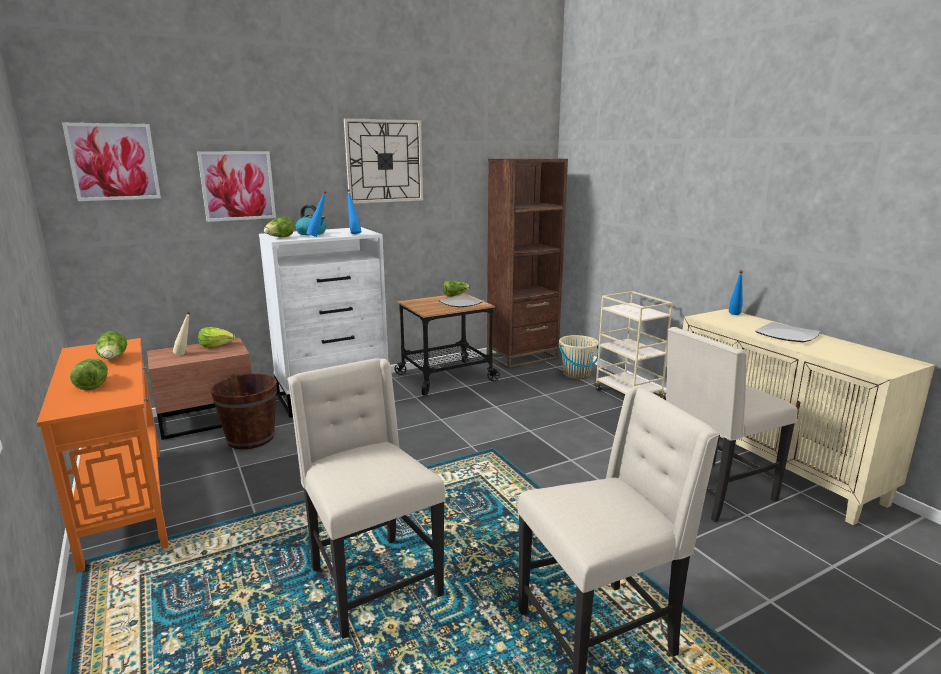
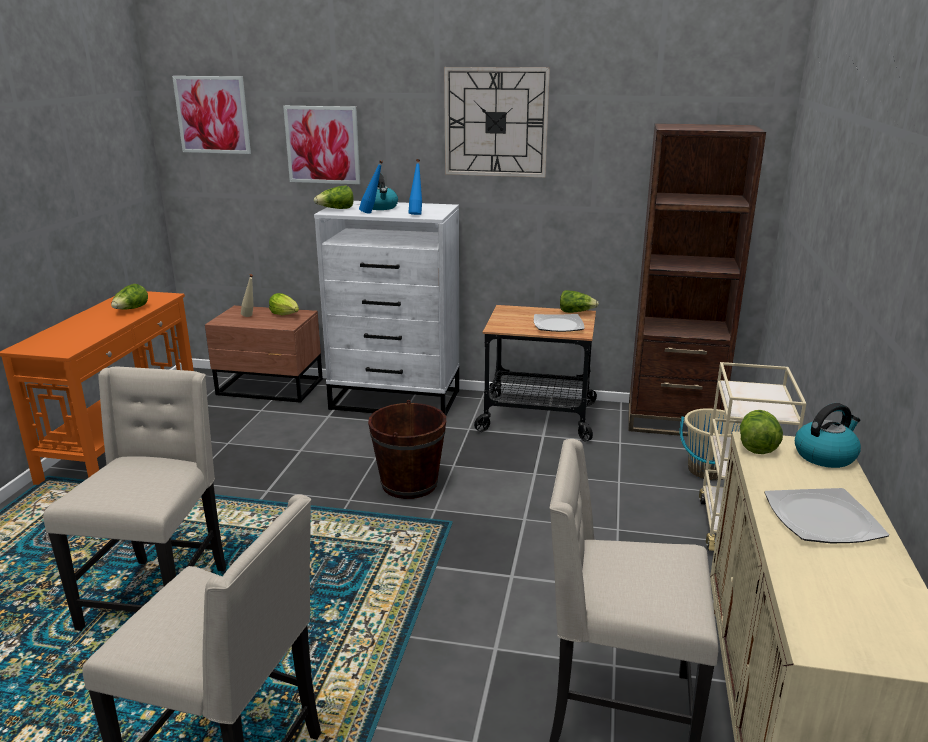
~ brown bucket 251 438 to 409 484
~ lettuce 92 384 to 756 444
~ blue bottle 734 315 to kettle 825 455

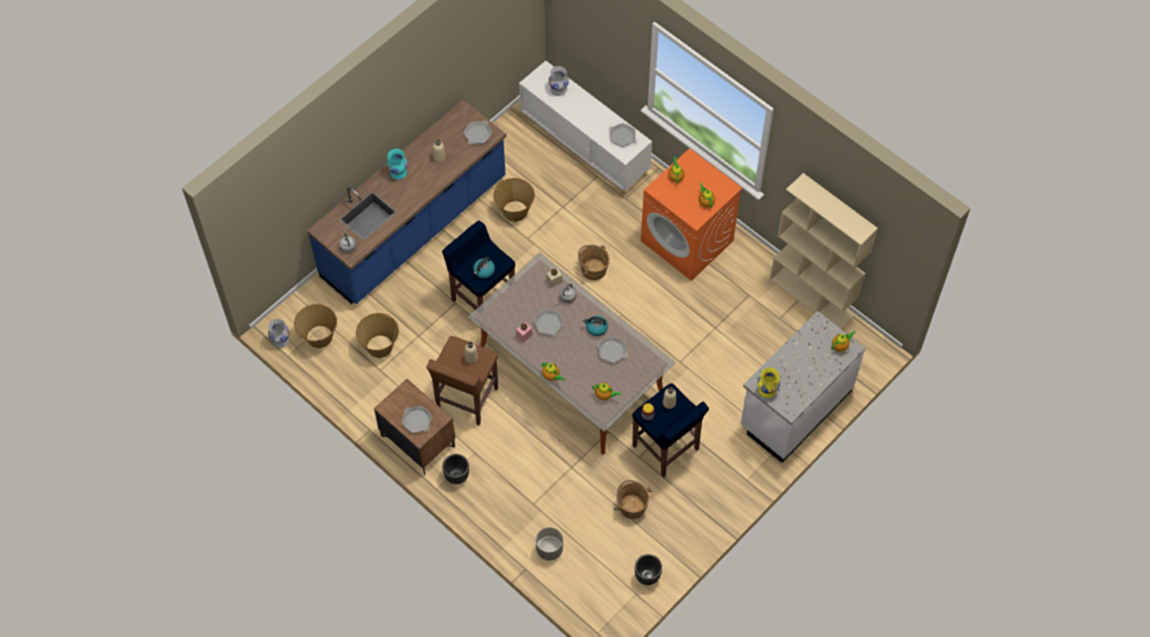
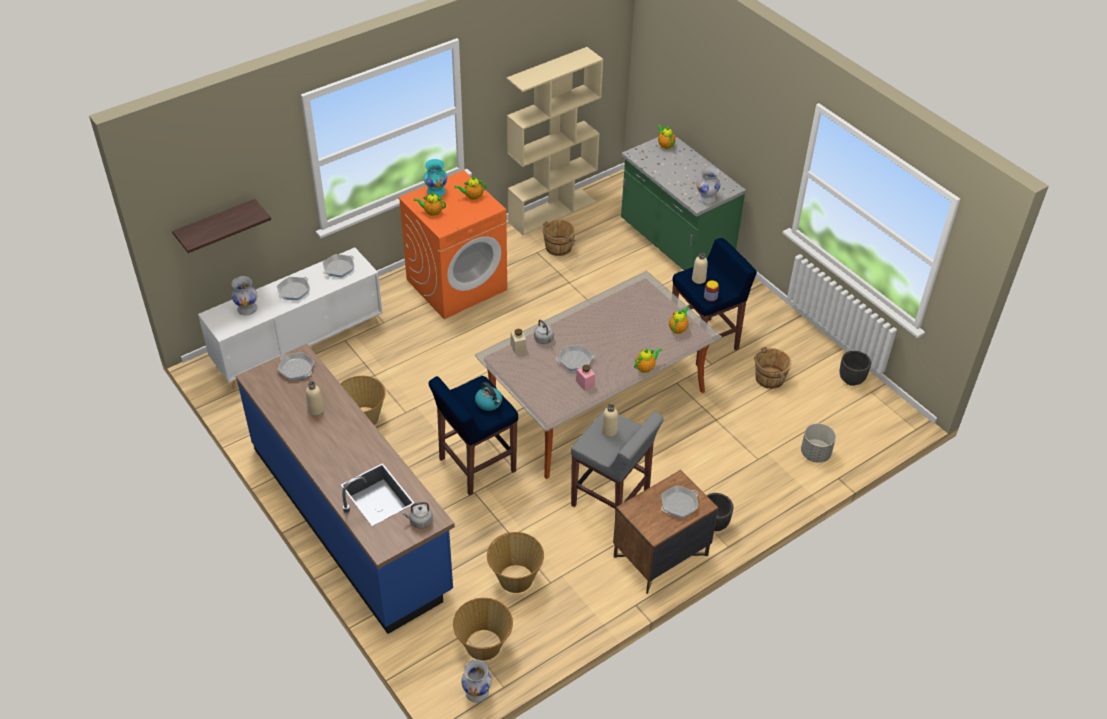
+ shelf 216 226
~ frying pan 612 351 to 294 291
~ turquoise vase 399 173 to 436 191
~ brown bucket 593 269 to 558 248
~ brown stool 466 399 to grey stool 611 500
~ white counter 794 408 to green counter 674 245
~ yellow vase 767 390 to white vase 706 198
- kettle 596 328

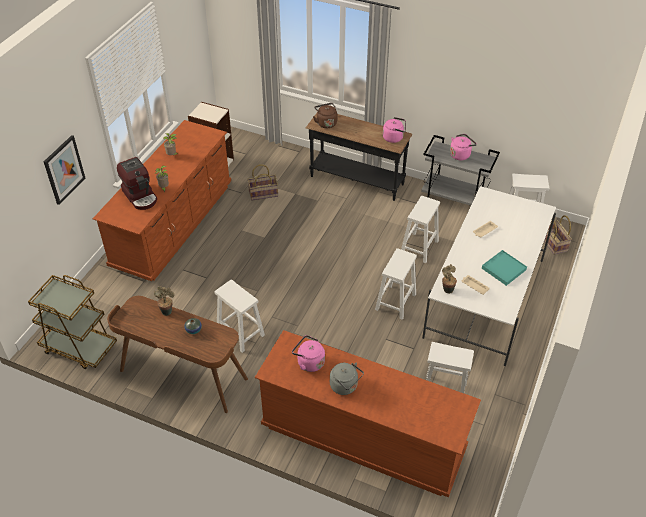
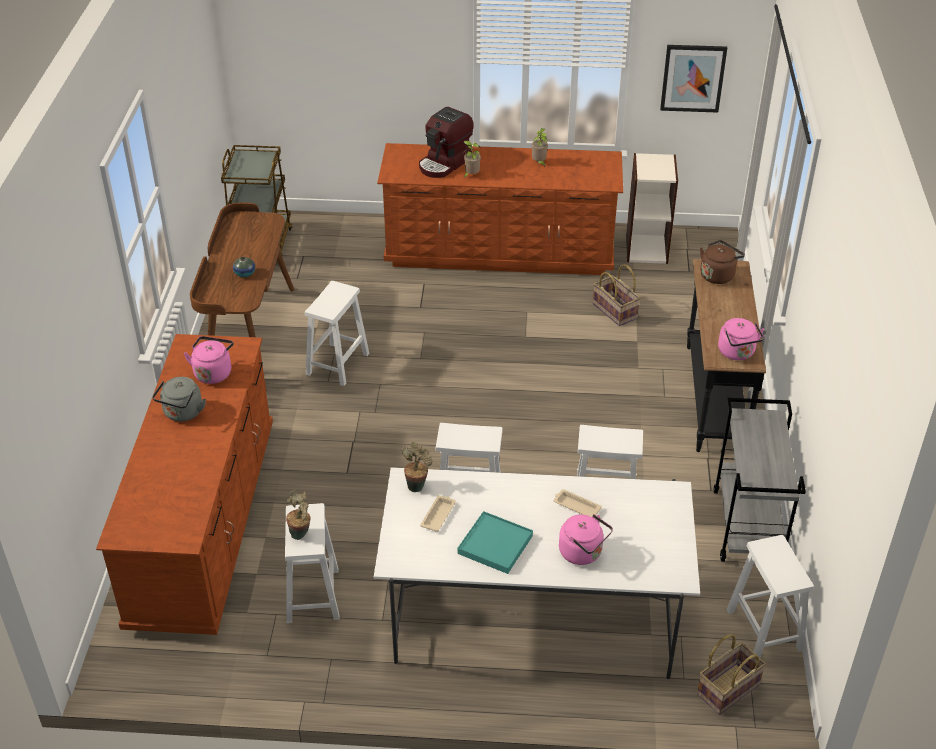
~ potted plant 167 310 to 301 533
~ pink kettle 460 154 to 583 553
~ picture 64 169 to 693 78

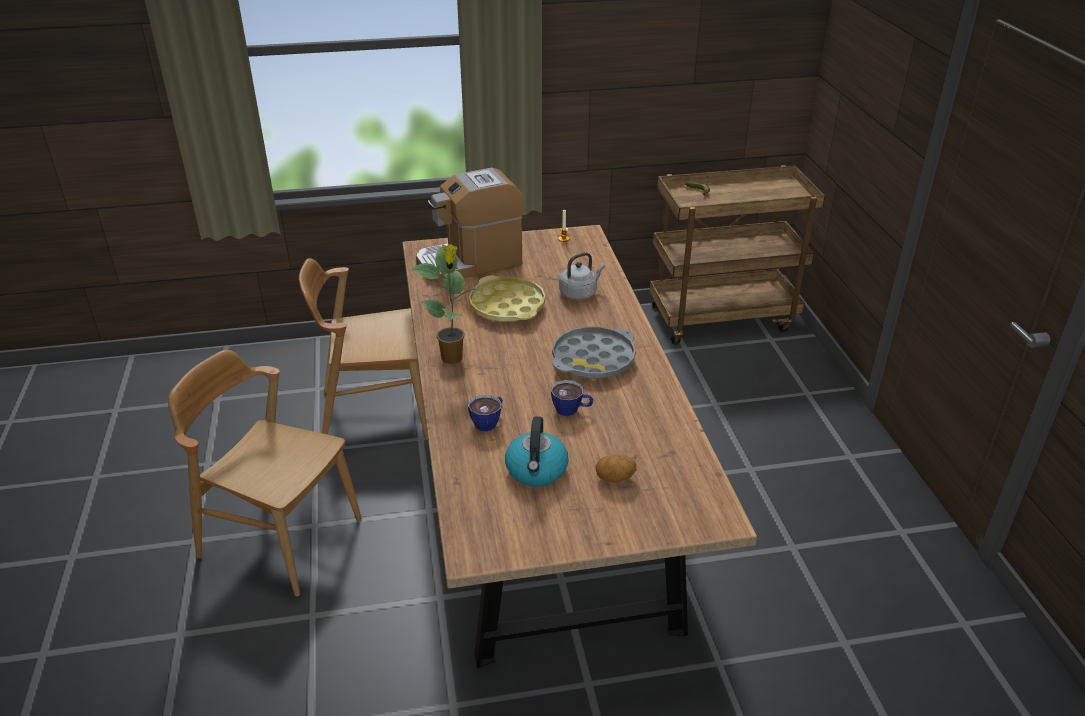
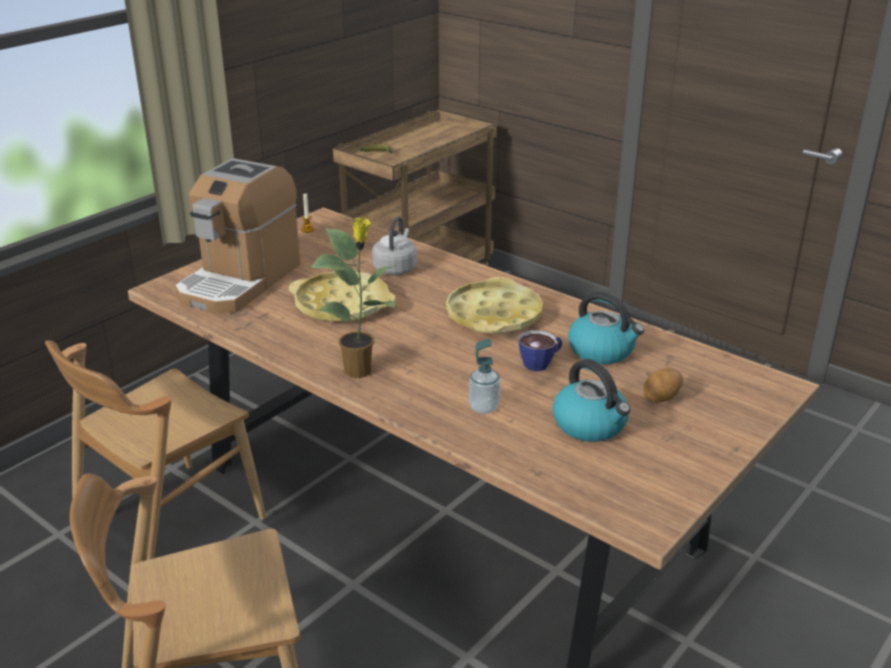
~ grey tray 593 359 to yellow tray 494 315
~ cup 489 421 to soap dispenser 484 407
+ kettle 602 351

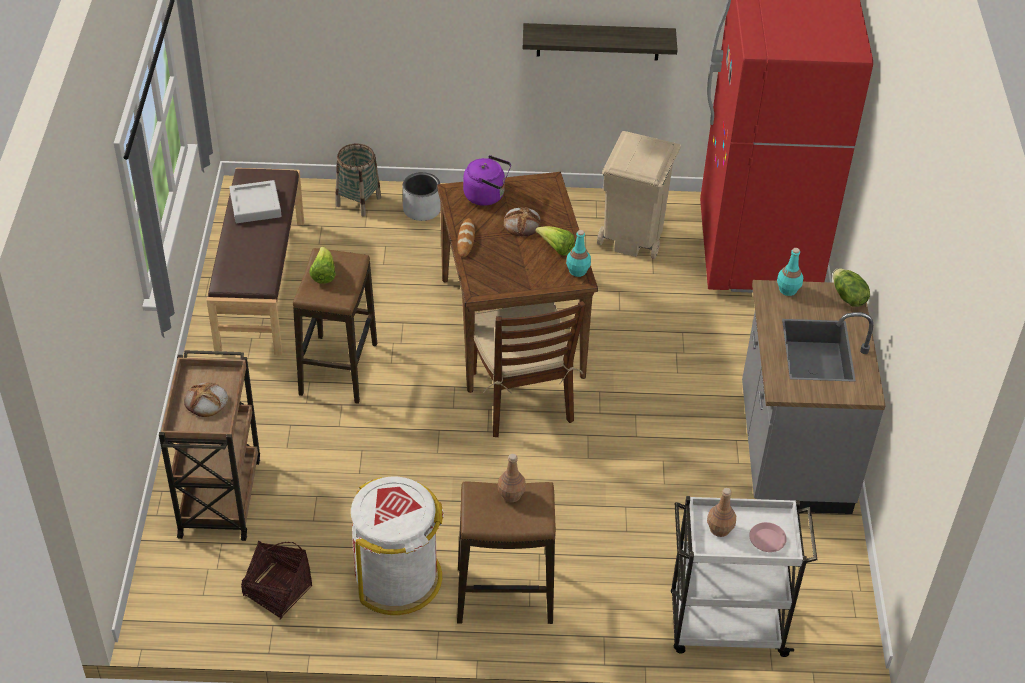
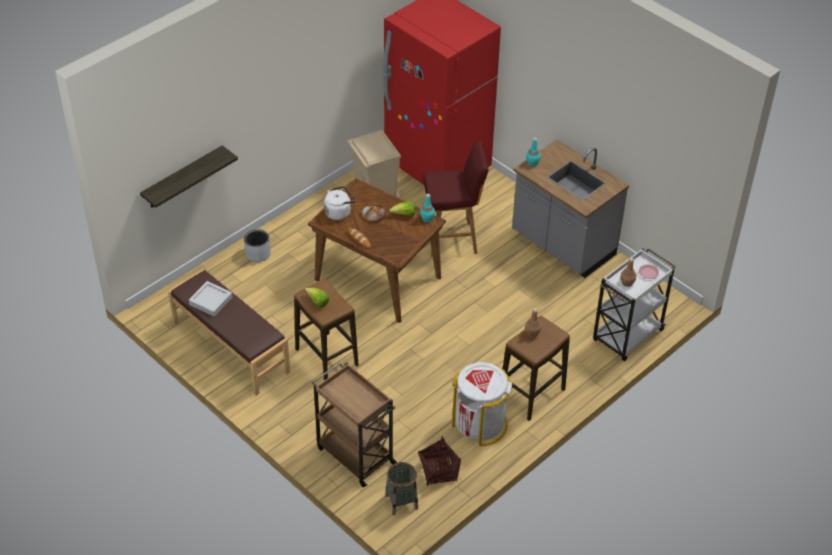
~ shelf 598 41 to 183 178
~ purple kettle 487 195 to white kettle 339 212
~ basket 358 201 to 401 502
+ red stool 452 239
- bread 206 402
- brown chair 521 397
- lettuce 847 297

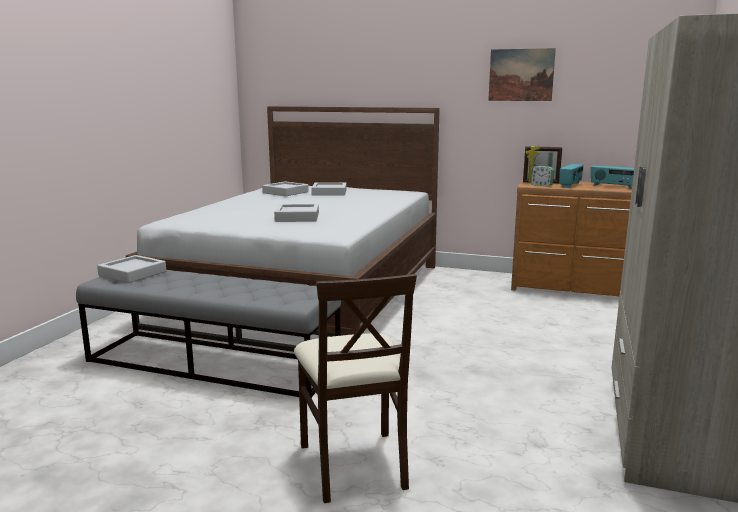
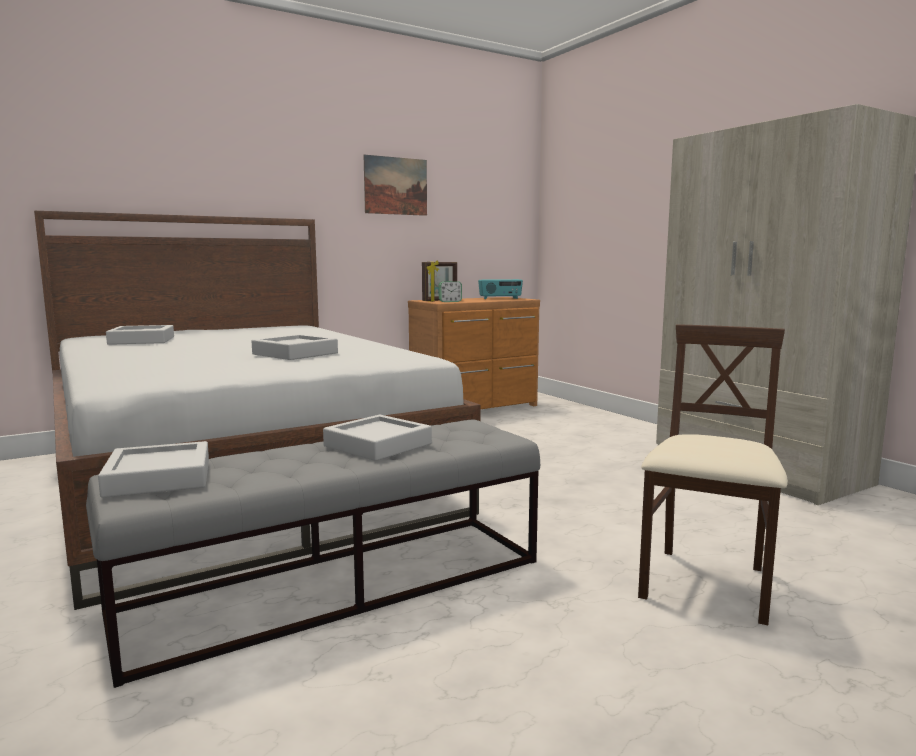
~ grey tray 329 192 to 378 445
~ beige chair 354 464 = 706 584 90 degrees counterclockwise
- radio 570 185

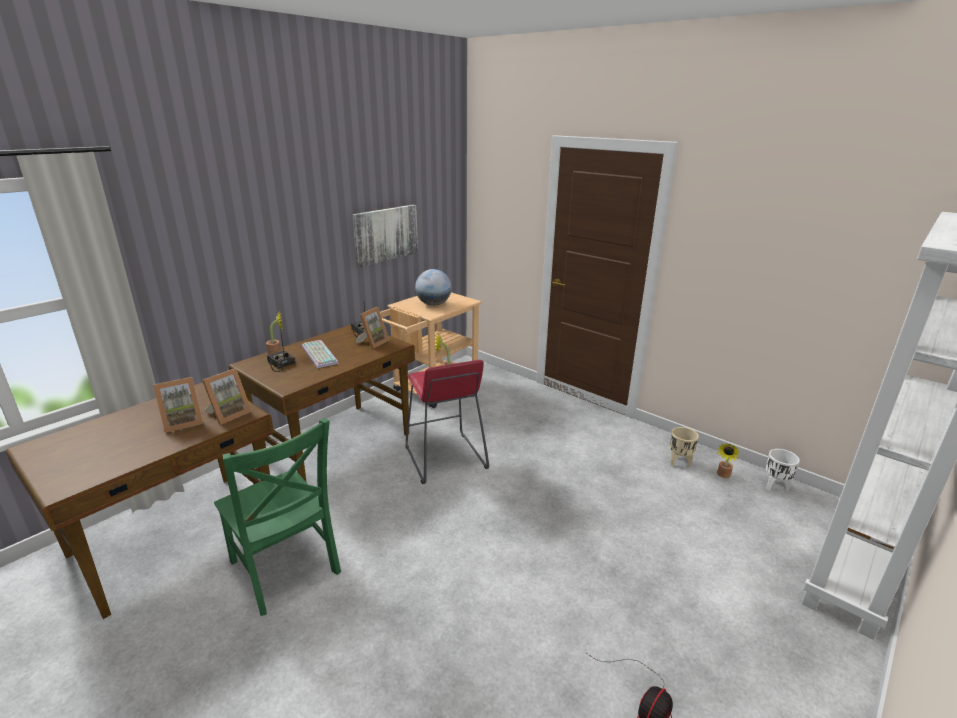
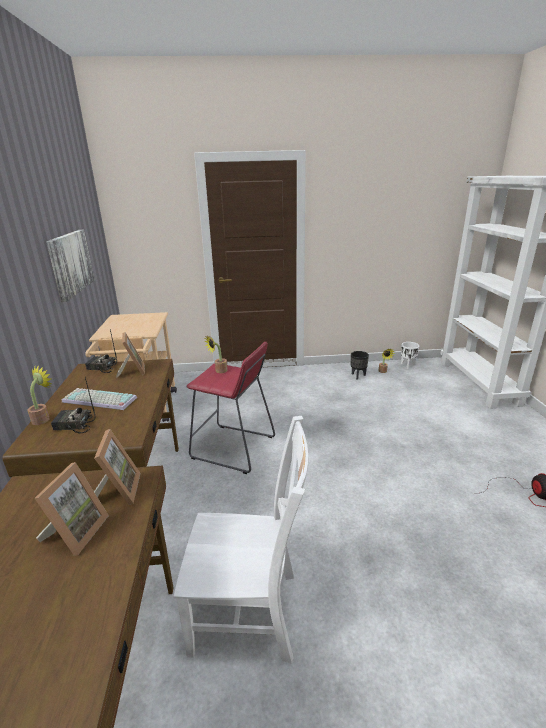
~ green chair 286 570 to white chair 250 613
~ beige planter 679 462 to black planter 357 376
- globe 433 304

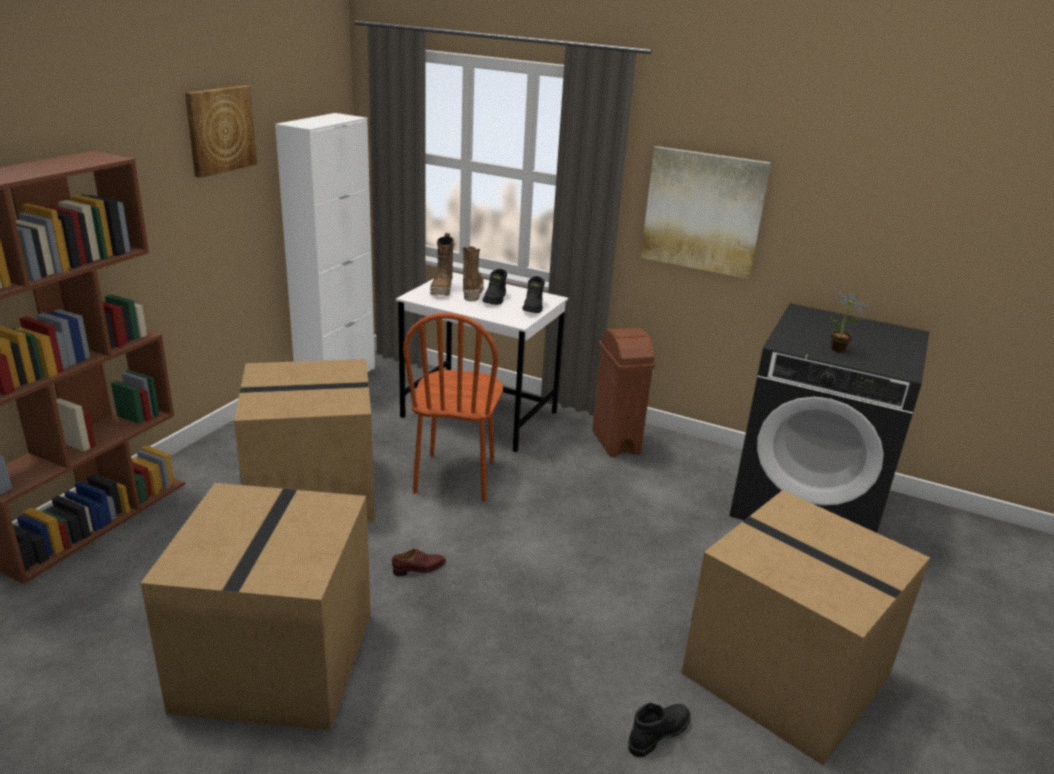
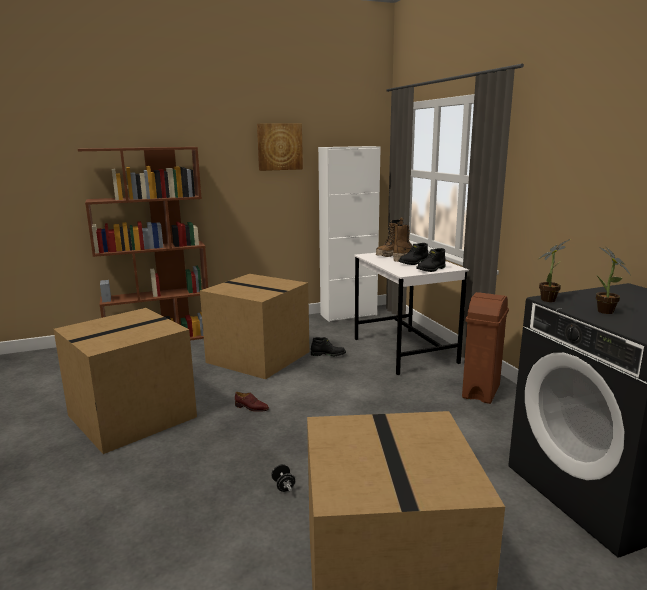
+ black dumbbell 283 486
~ black boot 657 733 to 328 354
+ potted plant 550 299
- brown chair 455 477
- picture 703 211

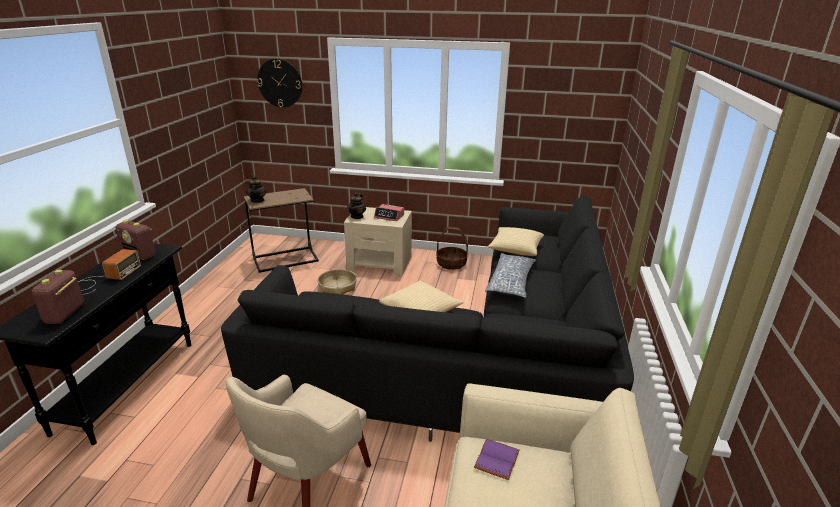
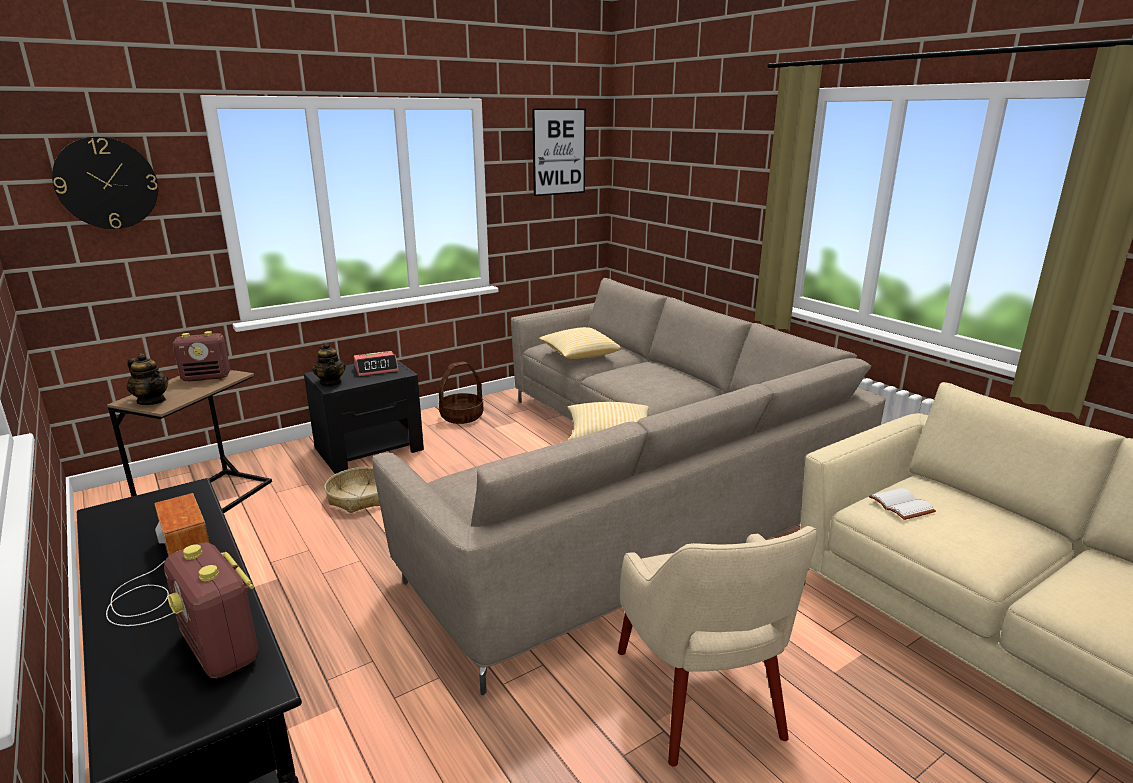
~ radio 140 255 to 206 377
~ beige nightstand 380 262 to black nightstand 370 448
~ black sofa 475 356 to beige sofa 635 485
+ picture 559 152
~ purple book 496 459 to white book 899 505
- pillow 511 282

